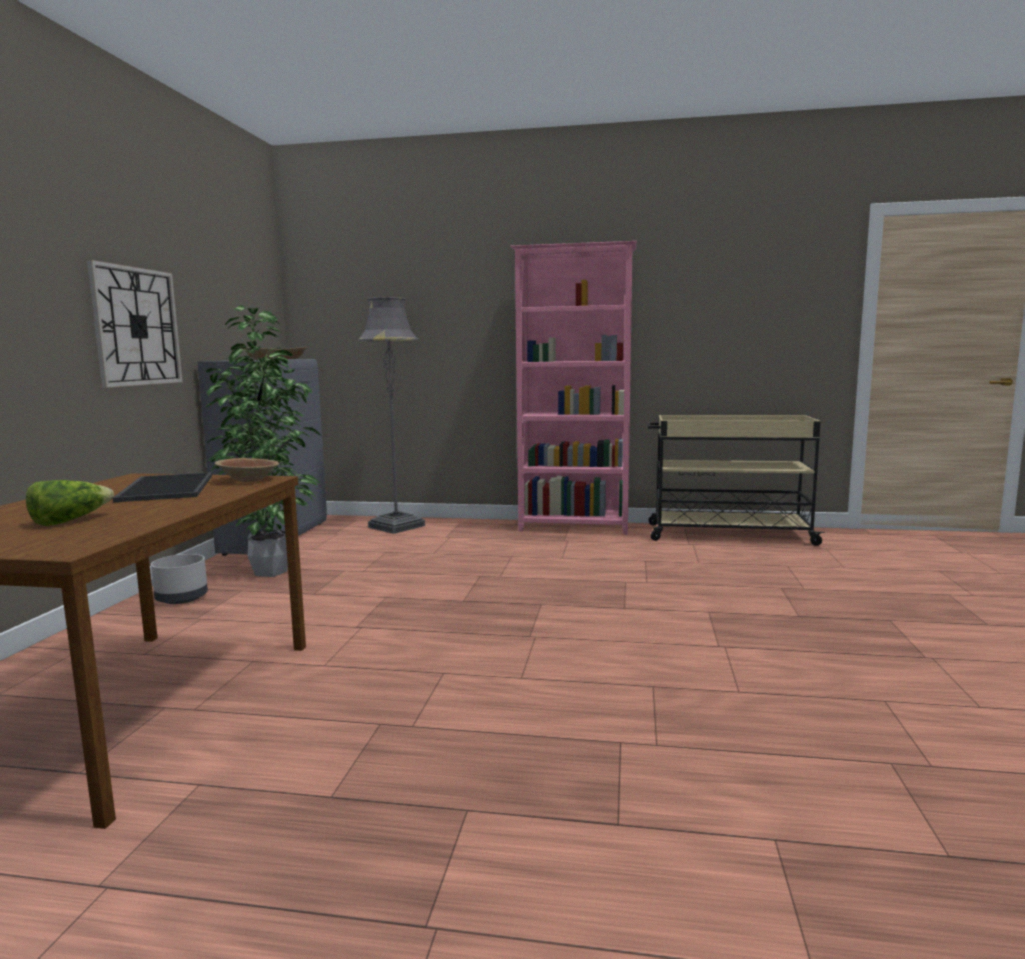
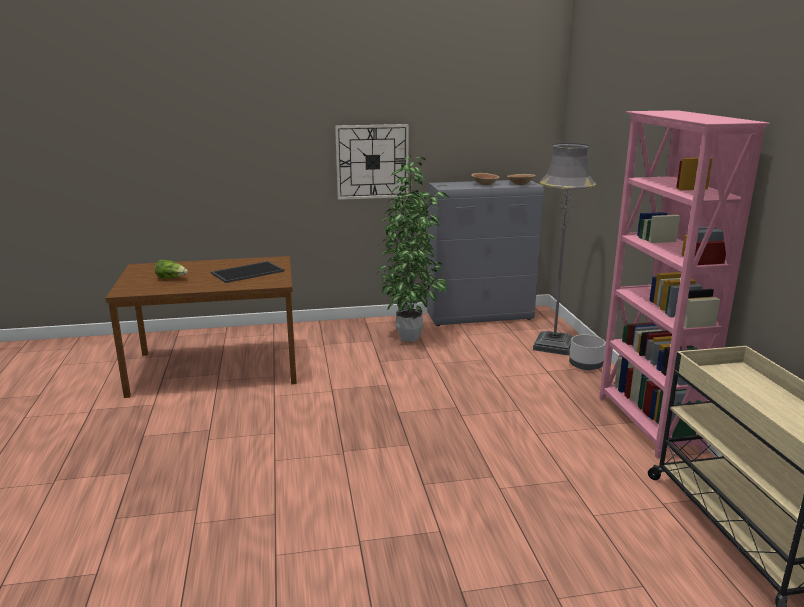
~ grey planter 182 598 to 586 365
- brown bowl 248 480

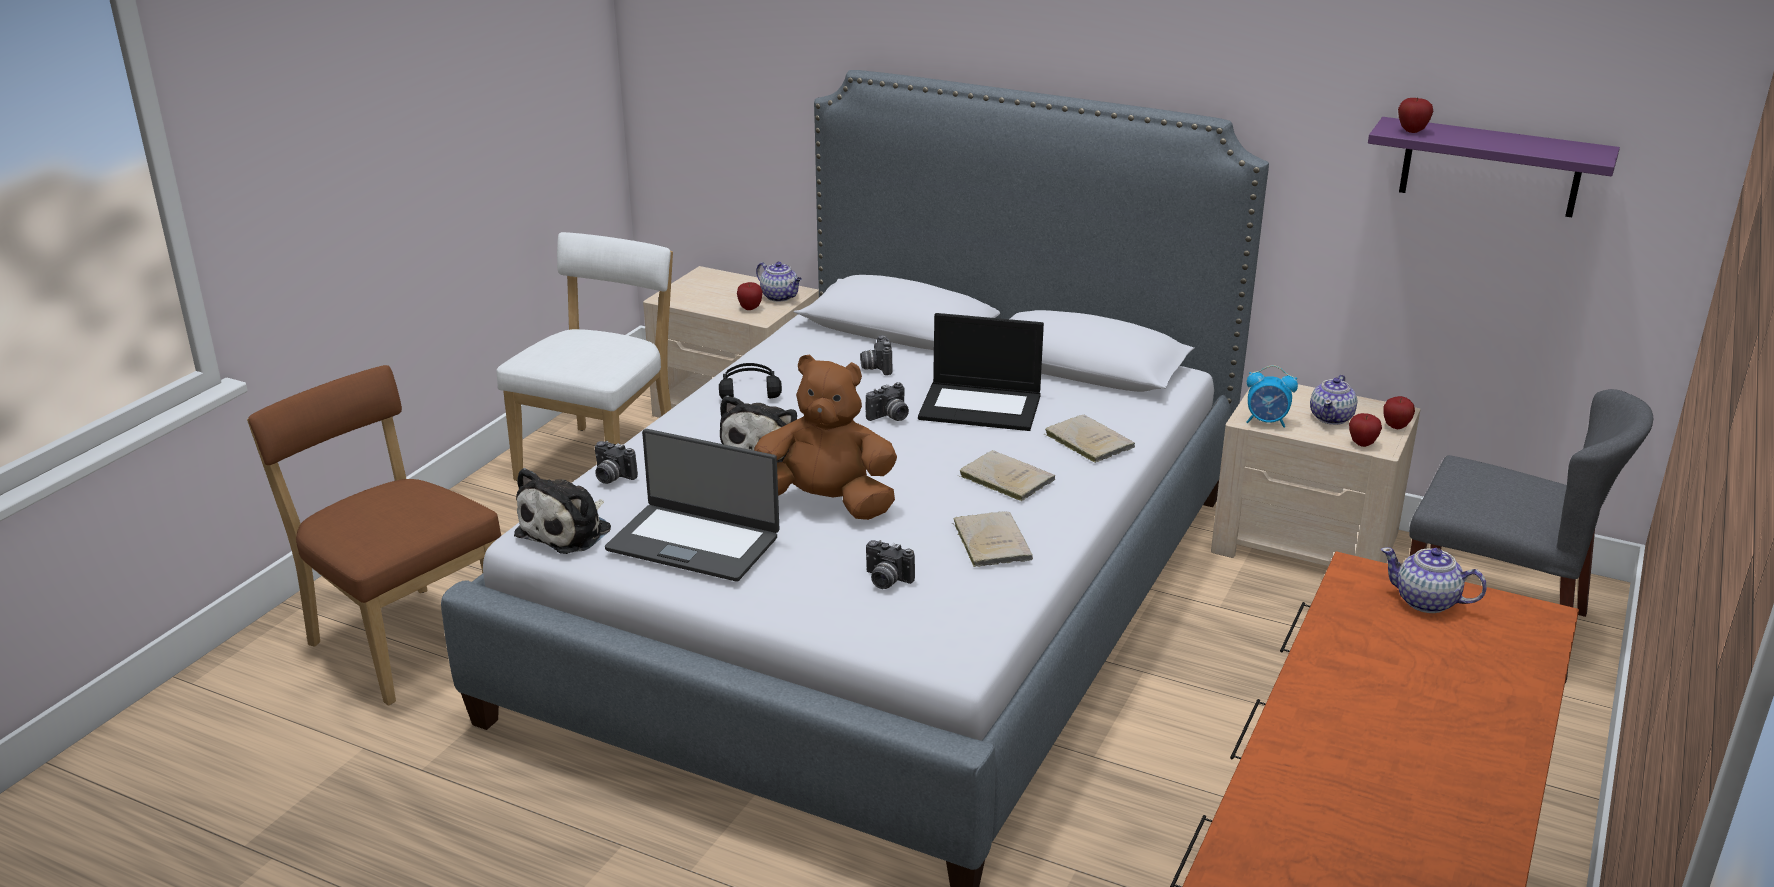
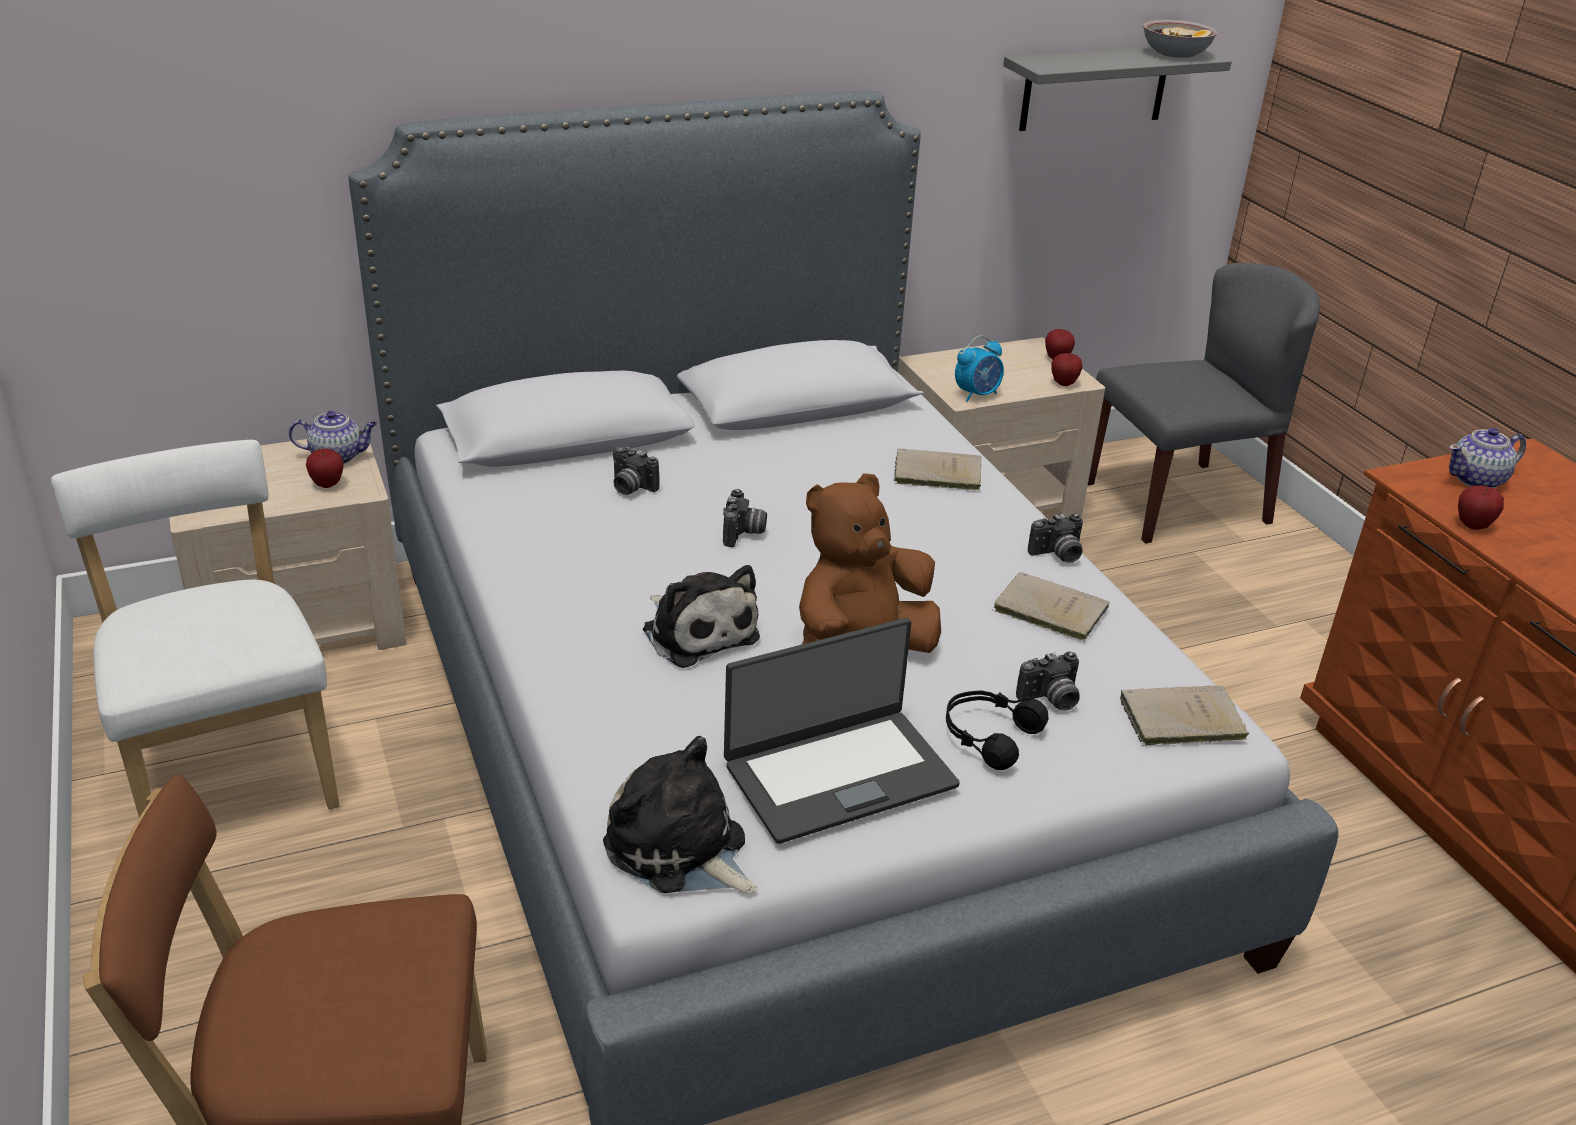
~ plush toy 568 530 = 680 850 150 degrees clockwise
~ black headphones 749 390 to 988 736
~ purple shelf 1490 167 to grey shelf 1094 87
~ photo camera 611 477 to 1057 555
~ beige book 1004 478 to 1178 719
+ bowl 1175 54
~ apple 1412 131 to 1472 525
- laptop 982 406
- teapot 1332 417

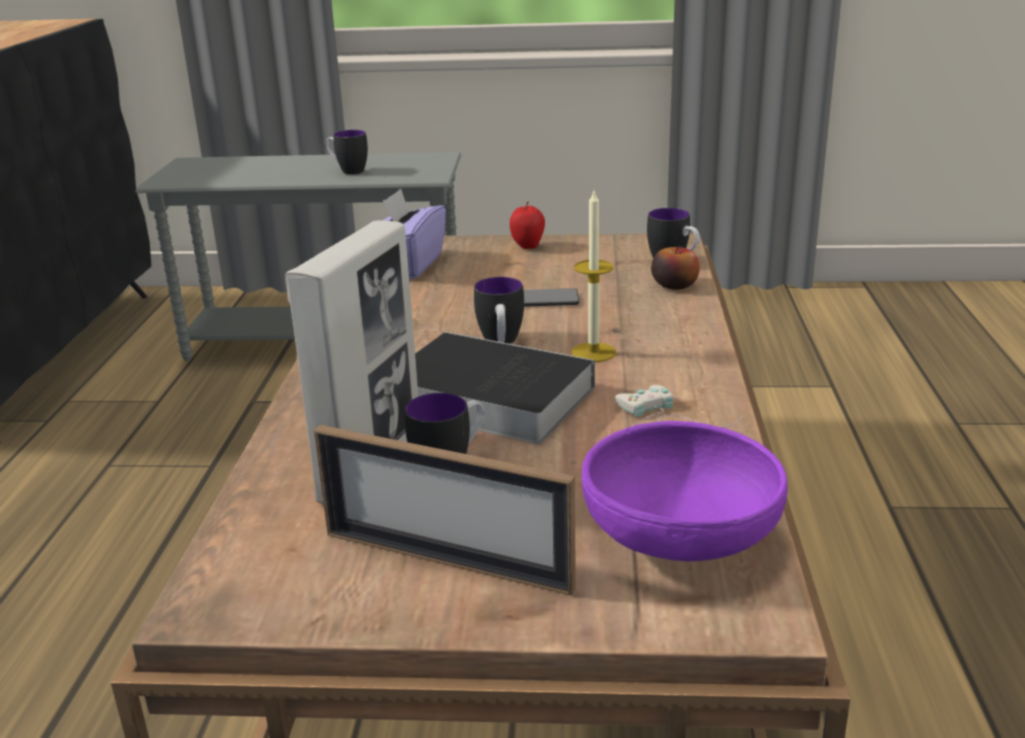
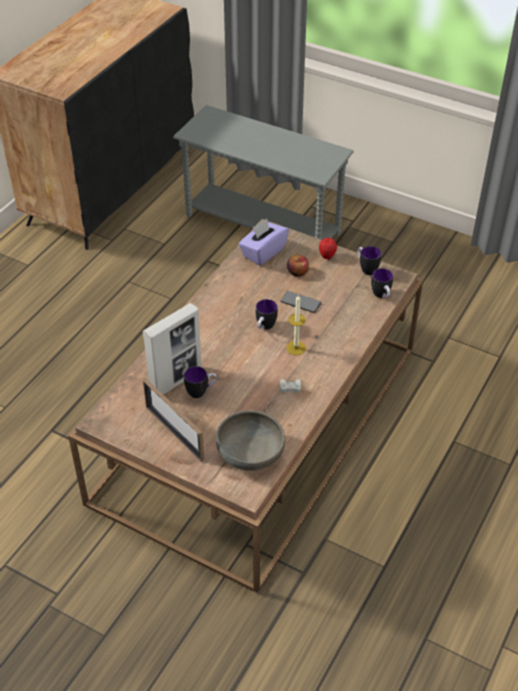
~ purple bowl 679 537 to grey bowl 250 453
~ apple 674 285 to 297 272
~ mug 348 171 to 366 269
- book 483 397

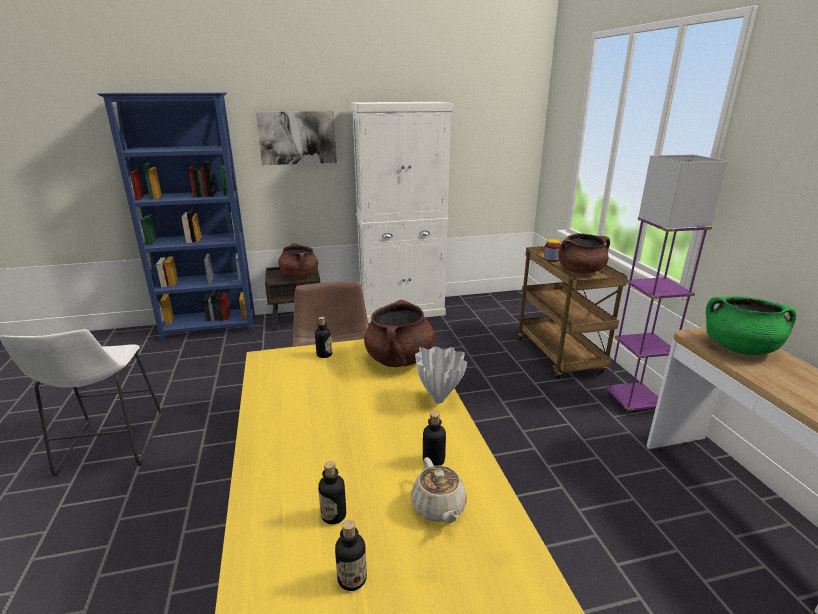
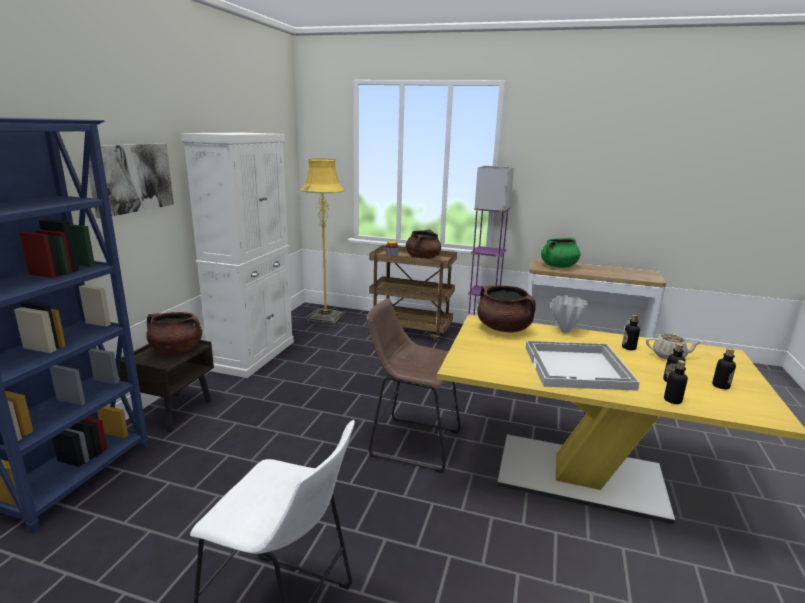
+ yellow floor lamp 325 320
+ white tray 578 368
~ bottle 324 354 to 672 400

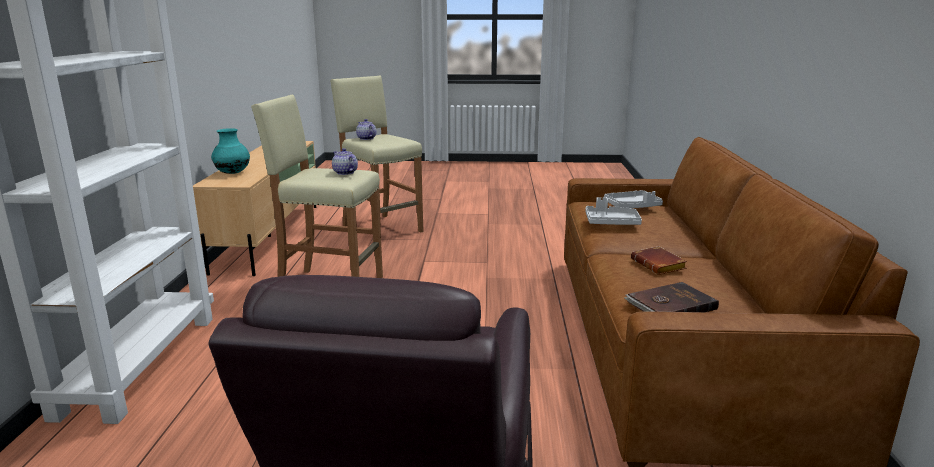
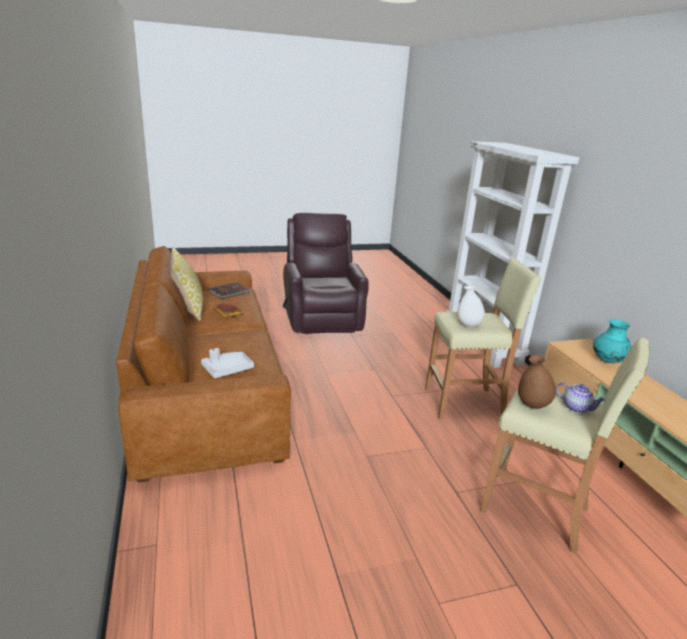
+ pillow 188 309
~ teapot 344 172 to white vase 468 325
+ brown vase 532 405
- grey tray 611 223

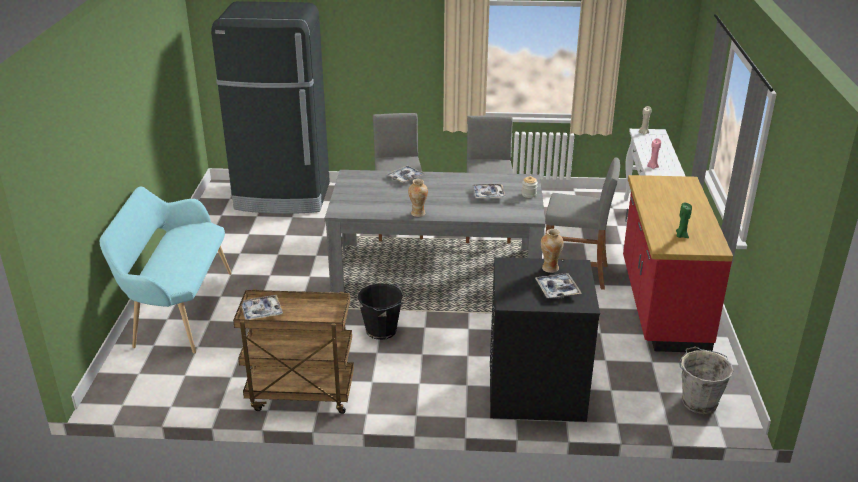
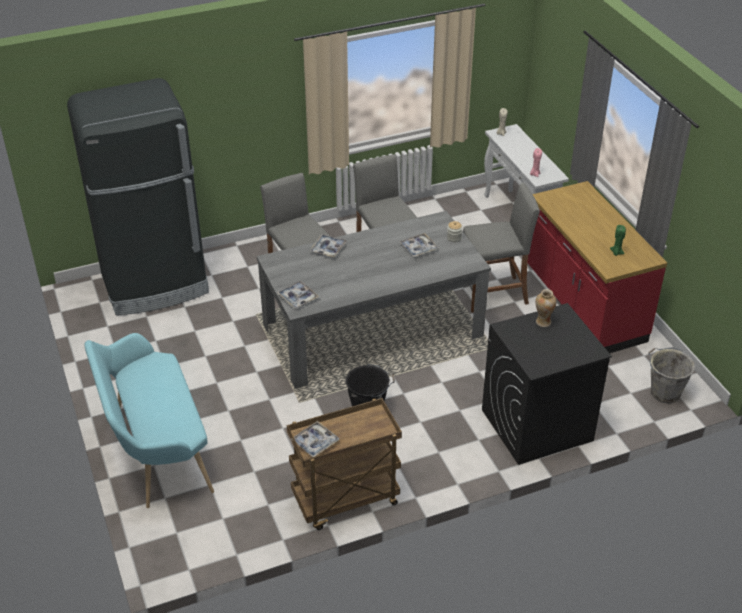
~ tray 557 290 to 297 298
- vase 418 213

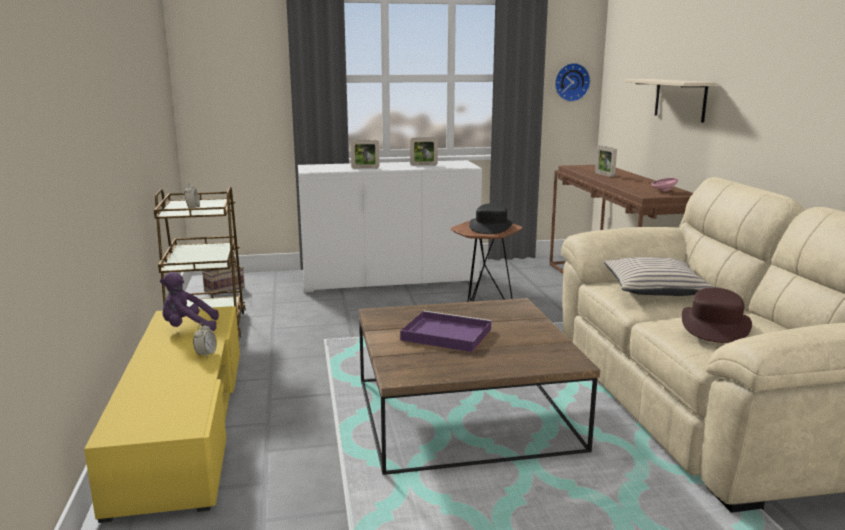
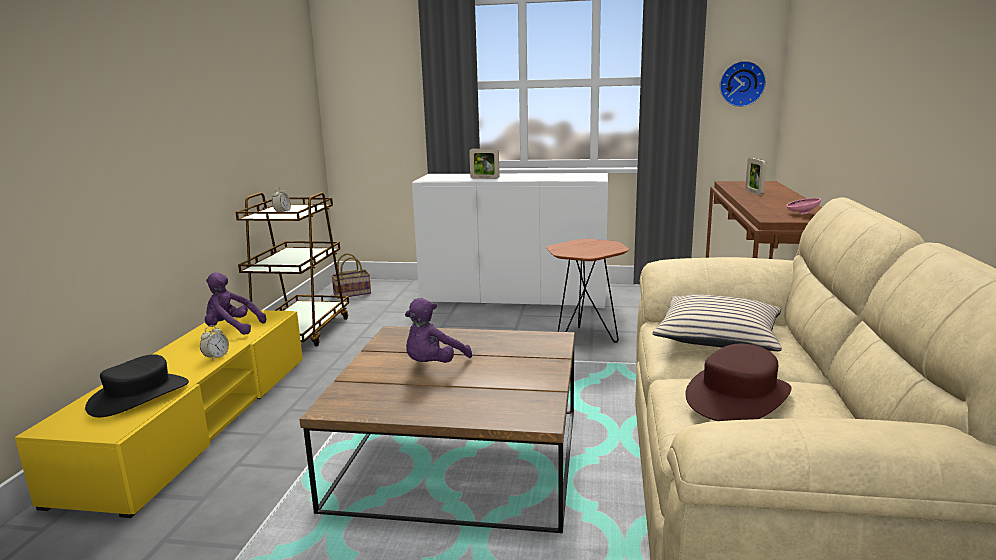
~ black hat 491 227 to 139 396
~ purple tray 444 335 to purple plush toy 433 365
- picture frame 423 165
- beige shelf 680 99

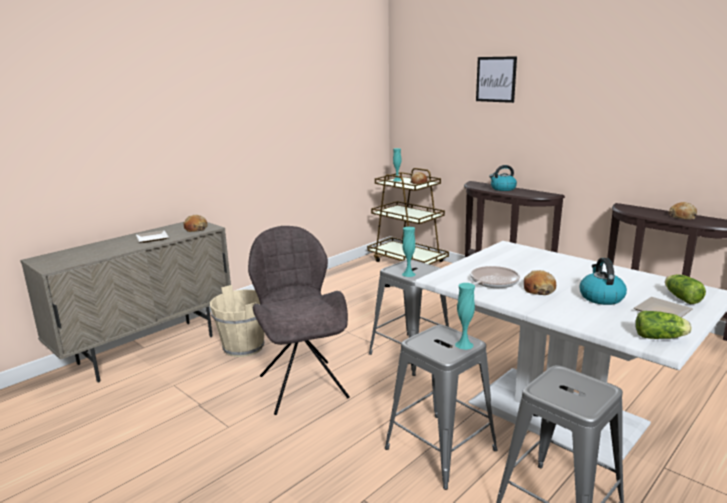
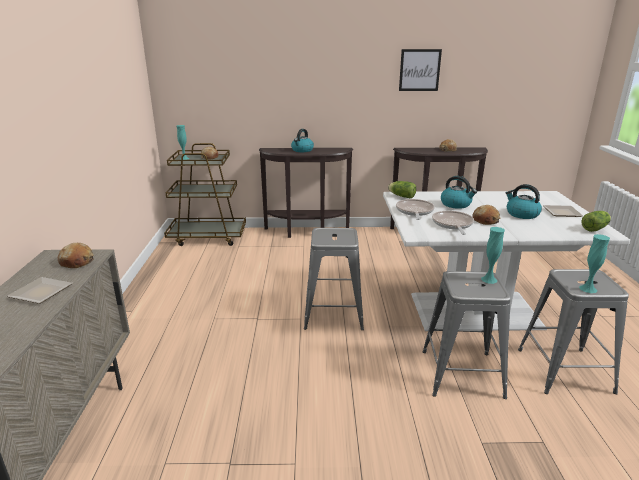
~ lettuce 681 297 to 401 196
+ frying pan 414 211
~ picture 496 79 to 419 70
+ kettle 456 204
~ turquoise vase 408 274 to 588 289
- beige bucket 244 347
- grey chair 302 385

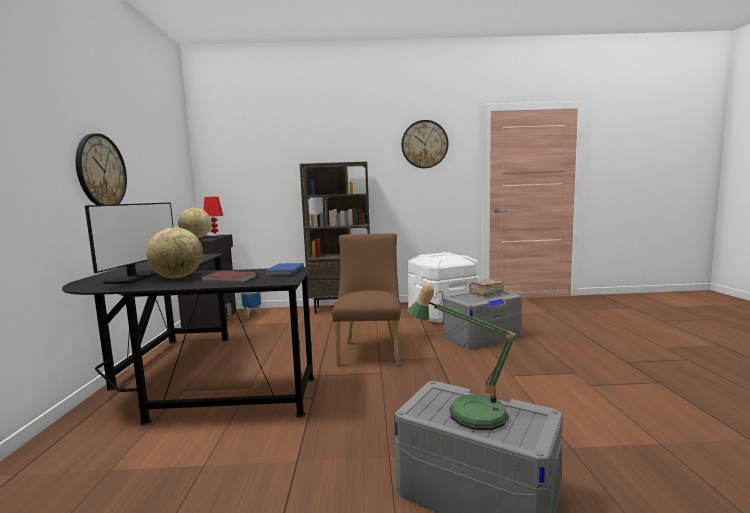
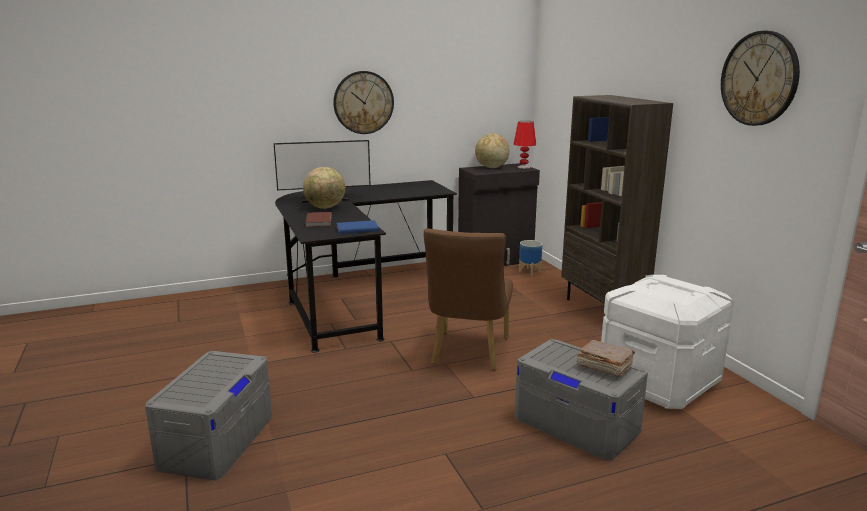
~ brown chair 370 350 = 468 354 120 degrees clockwise
- table lamp 467 411

